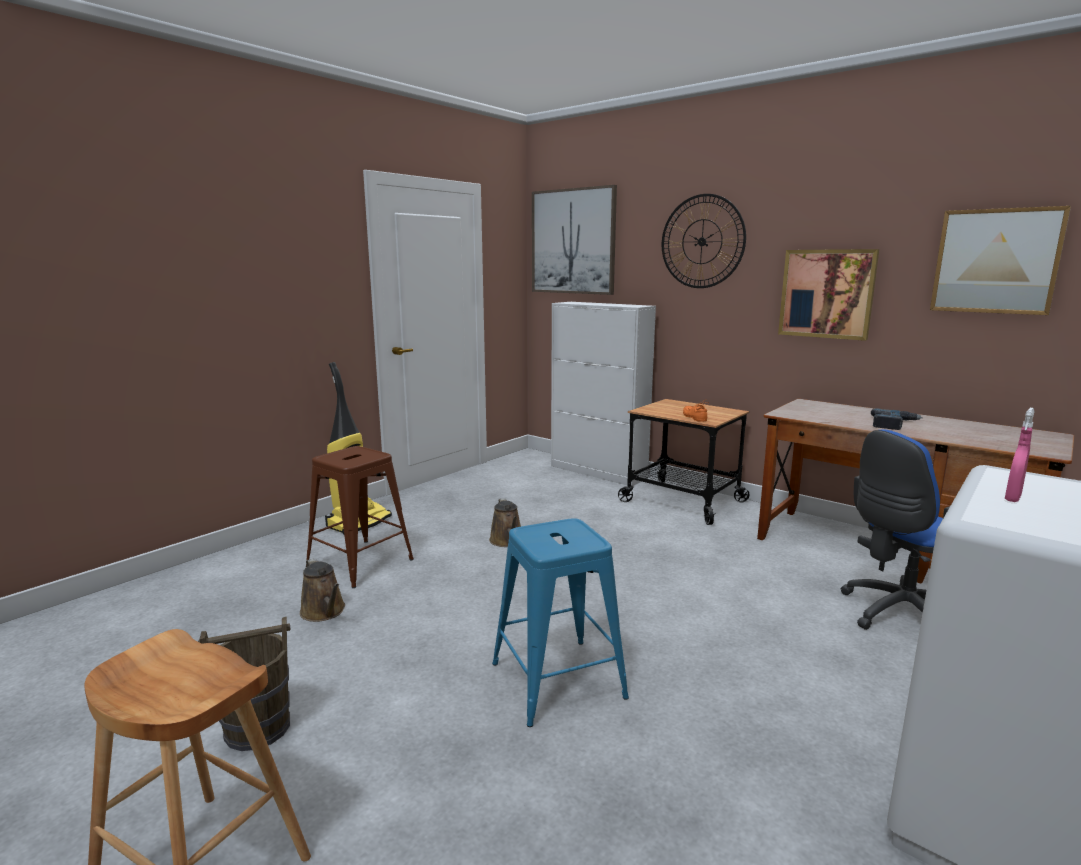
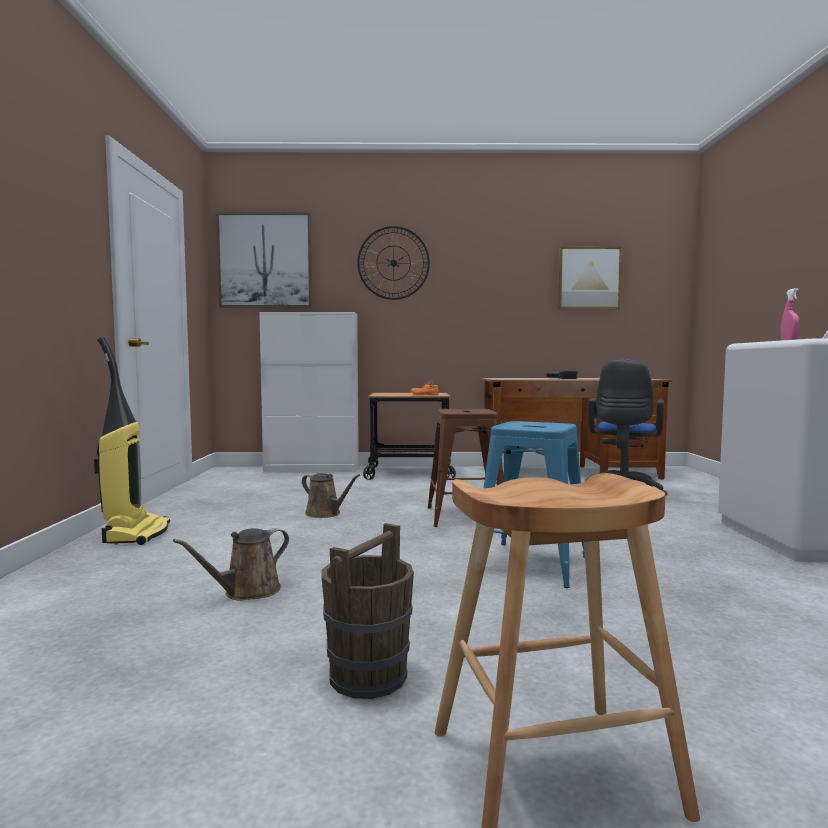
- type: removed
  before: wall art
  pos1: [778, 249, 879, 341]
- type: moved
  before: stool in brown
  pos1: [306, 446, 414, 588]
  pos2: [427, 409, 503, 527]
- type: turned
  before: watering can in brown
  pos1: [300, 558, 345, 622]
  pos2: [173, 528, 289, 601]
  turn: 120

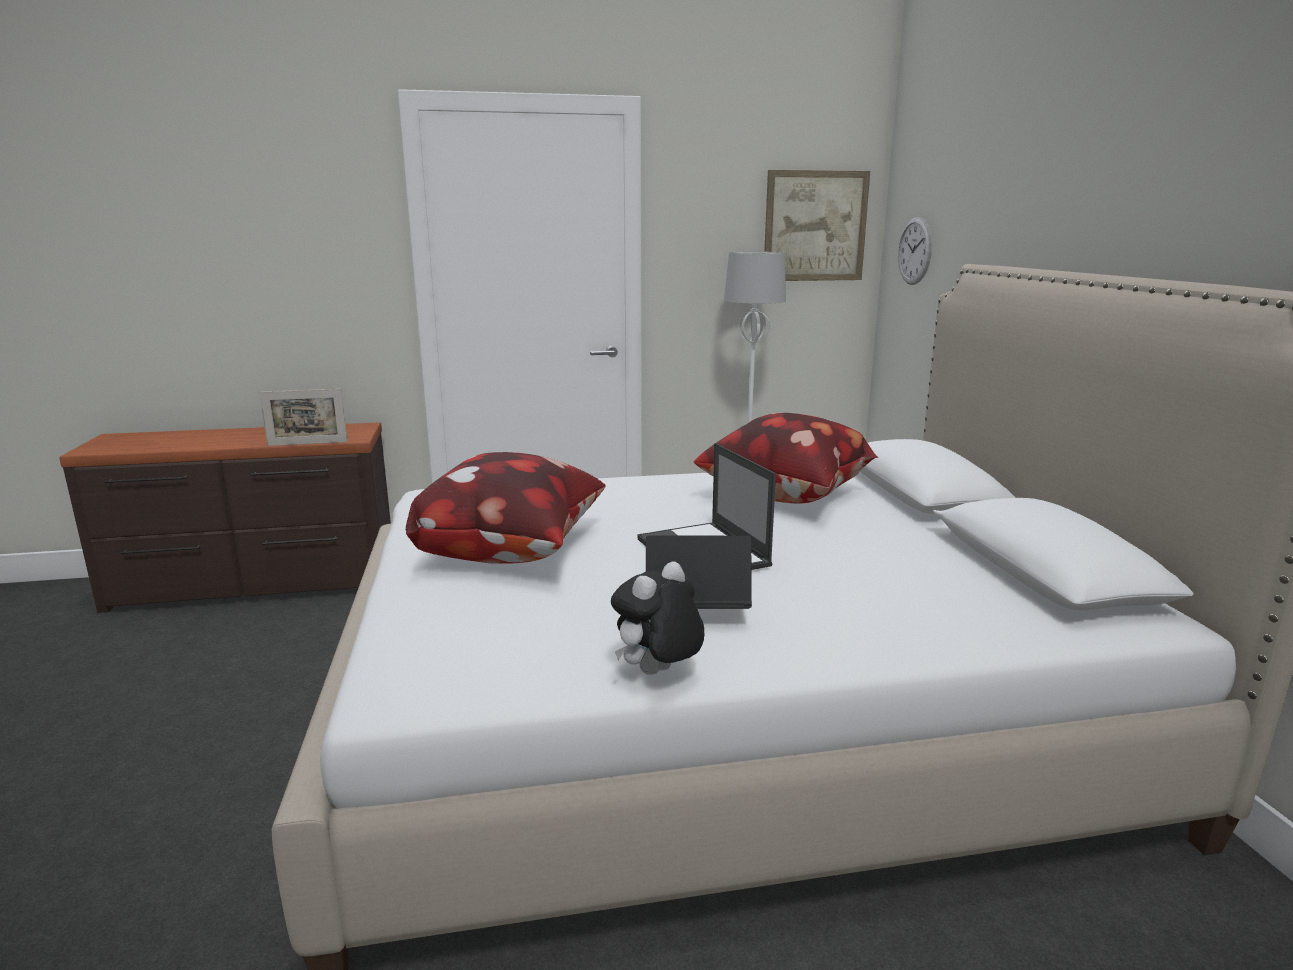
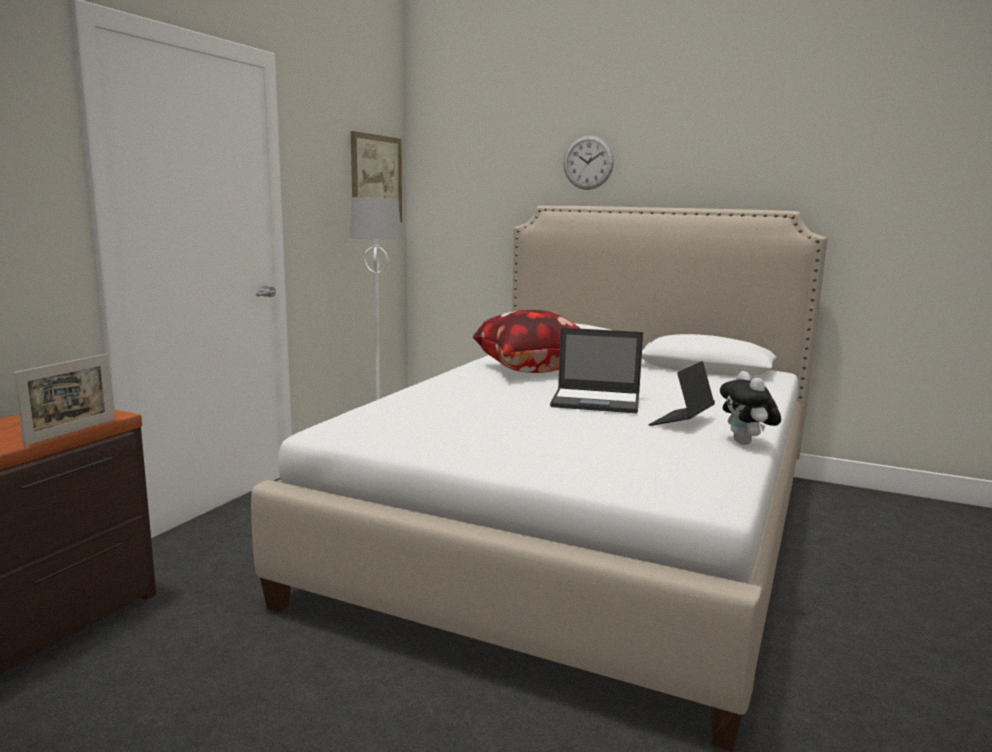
- type: moved
  before: hanging clock
  pos1: [898, 217, 932, 285]
  pos2: [564, 135, 614, 190]
- type: removed
  before: throw pillow
  pos1: [406, 452, 606, 564]

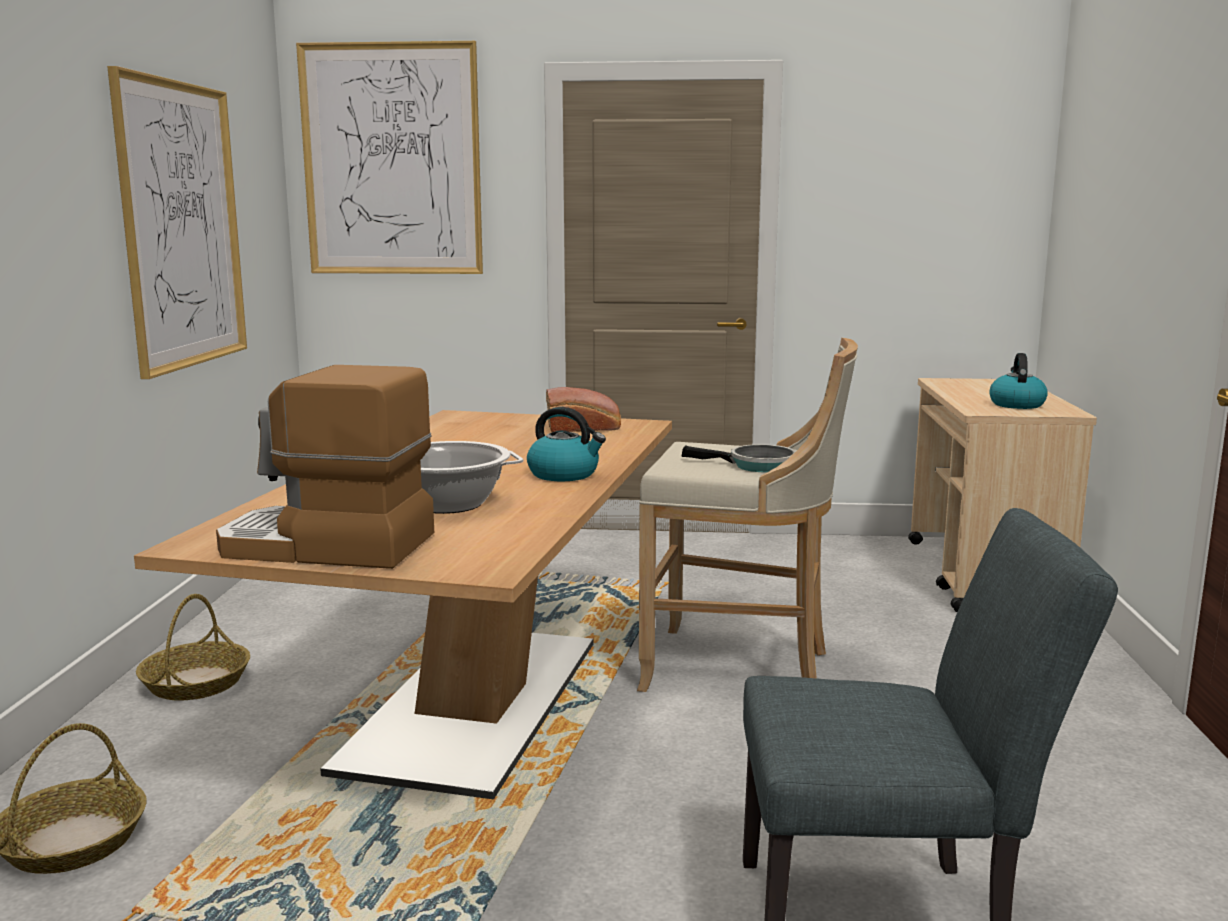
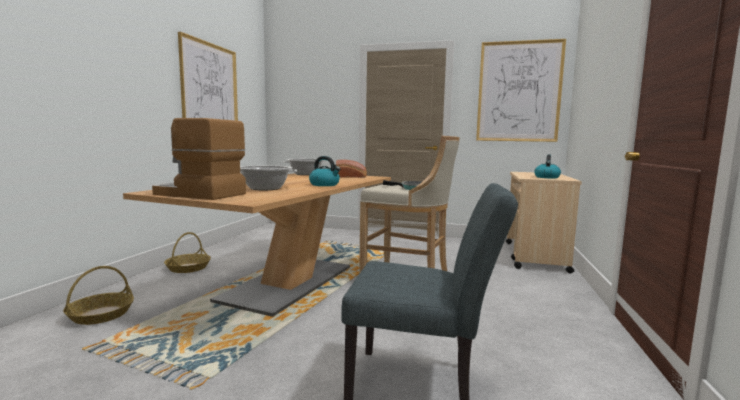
- type: moved
  before: wall art
  pos1: [296, 41, 483, 274]
  pos2: [476, 39, 566, 142]
- type: added
  after: stockpot
  pos2: [283, 159, 328, 175]

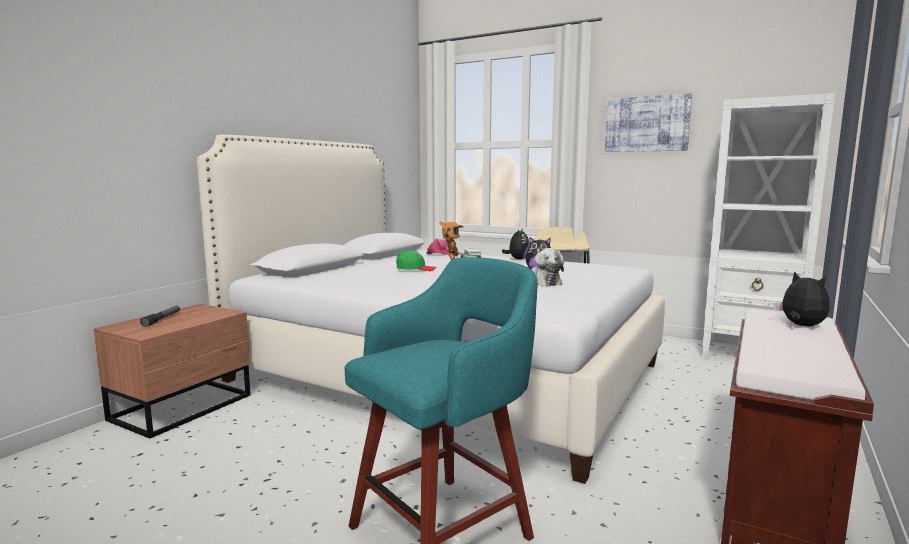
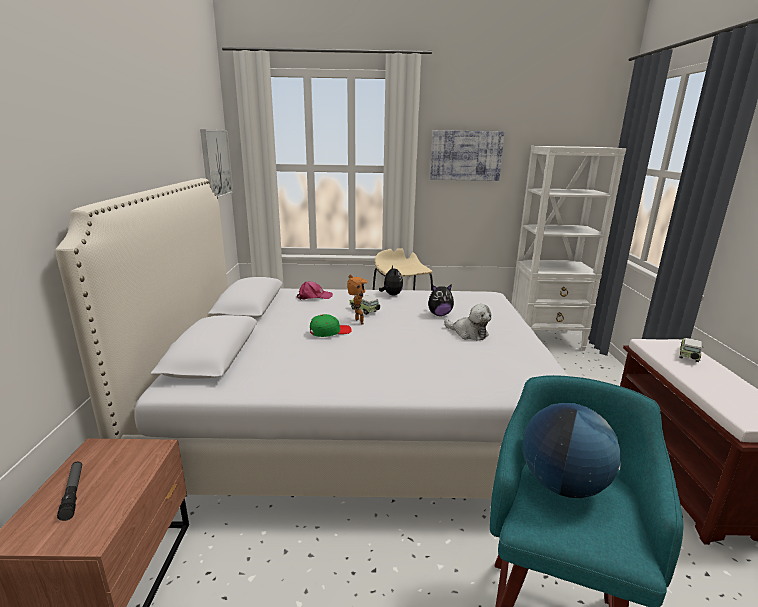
- type: replaced
  before: plush toy
  after: toy car
  pos1: [774, 271, 830, 326]
  pos2: [679, 338, 704, 362]
- type: added
  after: wall art
  pos2: [200, 129, 233, 198]
- type: added
  after: world globe
  pos2: [522, 403, 621, 498]

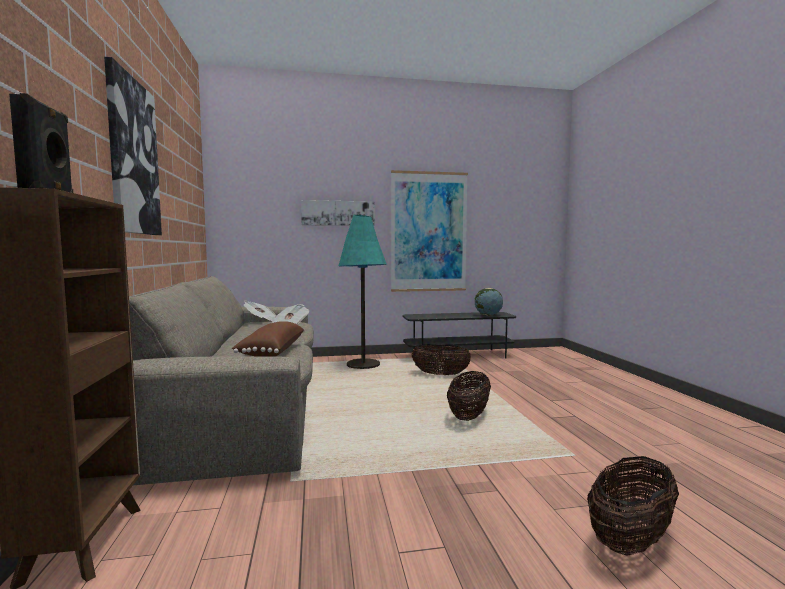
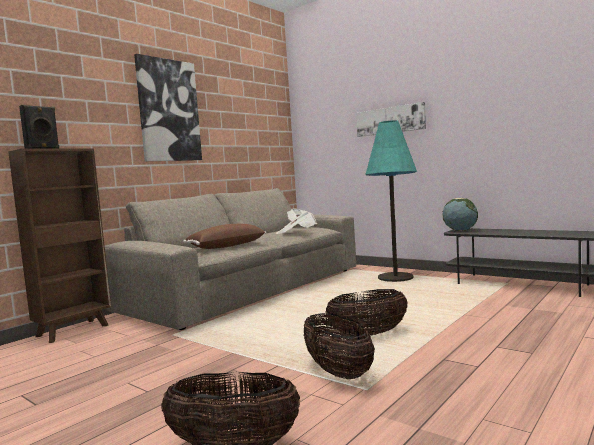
- type: removed
  before: wall art
  pos1: [391, 170, 468, 292]
- type: moved
  before: world globe
  pos1: [475, 288, 503, 316]
  pos2: [443, 198, 478, 231]
- type: moved
  before: household basket
  pos1: [412, 344, 471, 375]
  pos2: [304, 313, 375, 379]

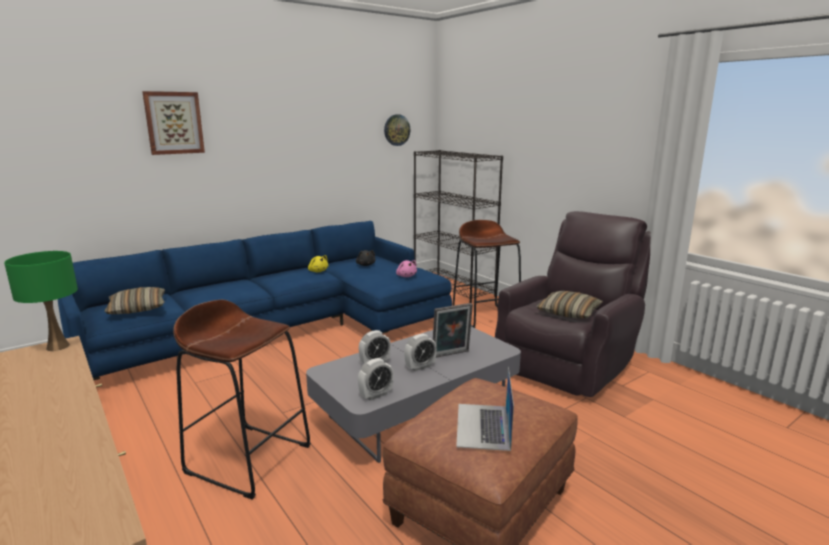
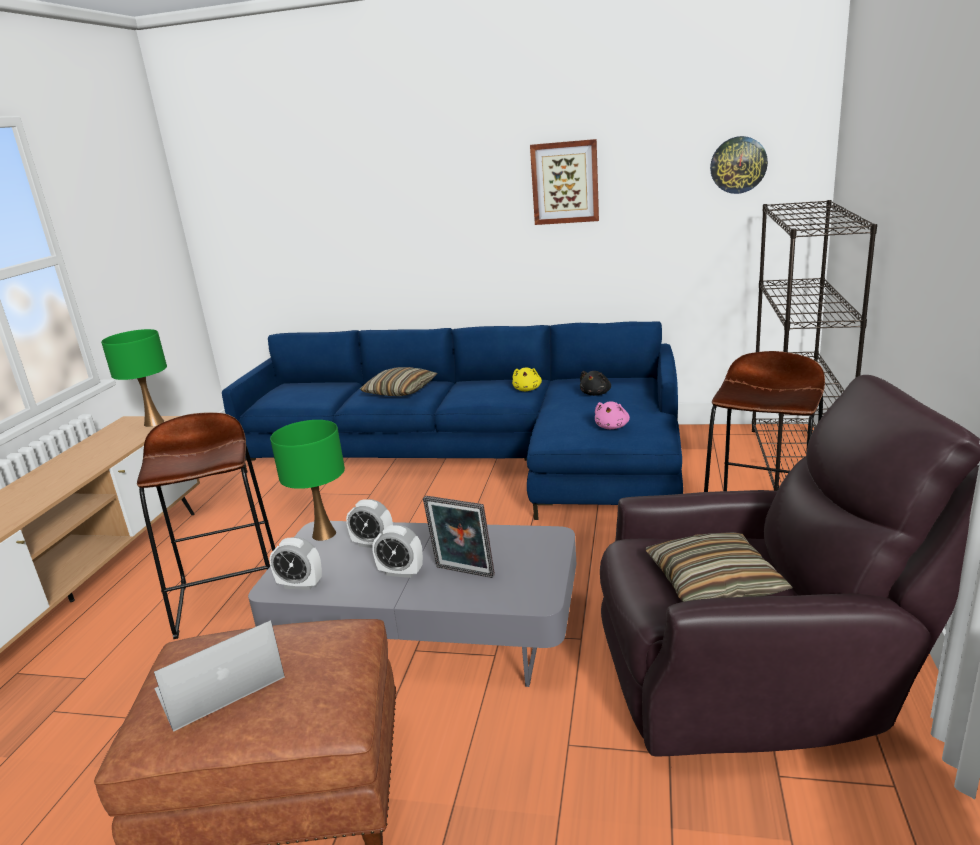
- type: moved
  before: wall art
  pos1: [142, 91, 205, 155]
  pos2: [530, 139, 599, 225]
- type: moved
  before: throw pillow
  pos1: [104, 287, 165, 314]
  pos2: [360, 367, 438, 396]
- type: added
  after: lamp for a table in green
  pos2: [270, 420, 345, 541]

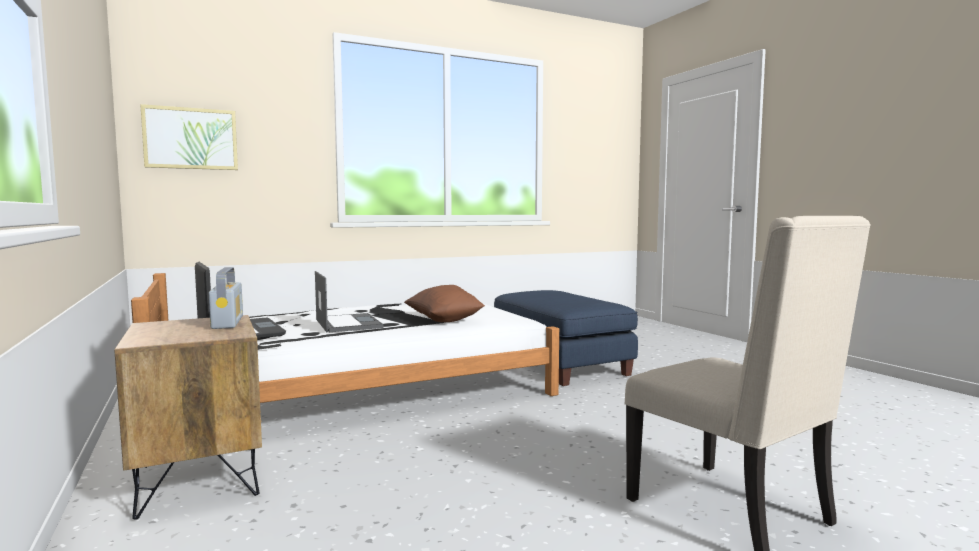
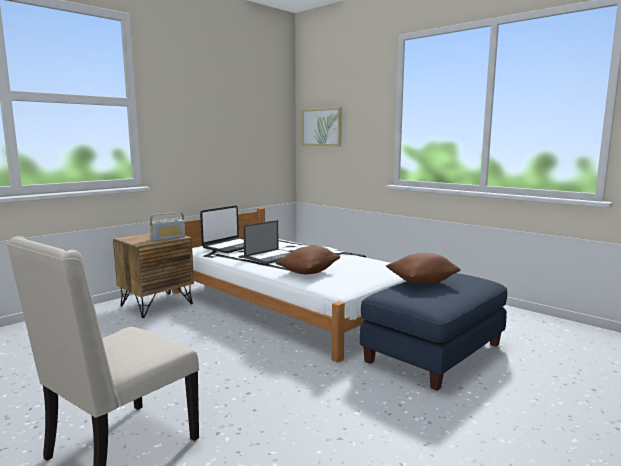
- type: added
  after: throw pillow in brown
  pos2: [386, 253, 461, 284]

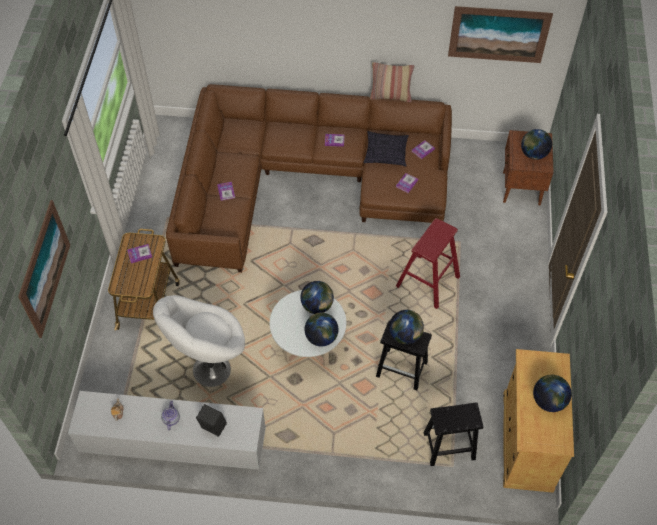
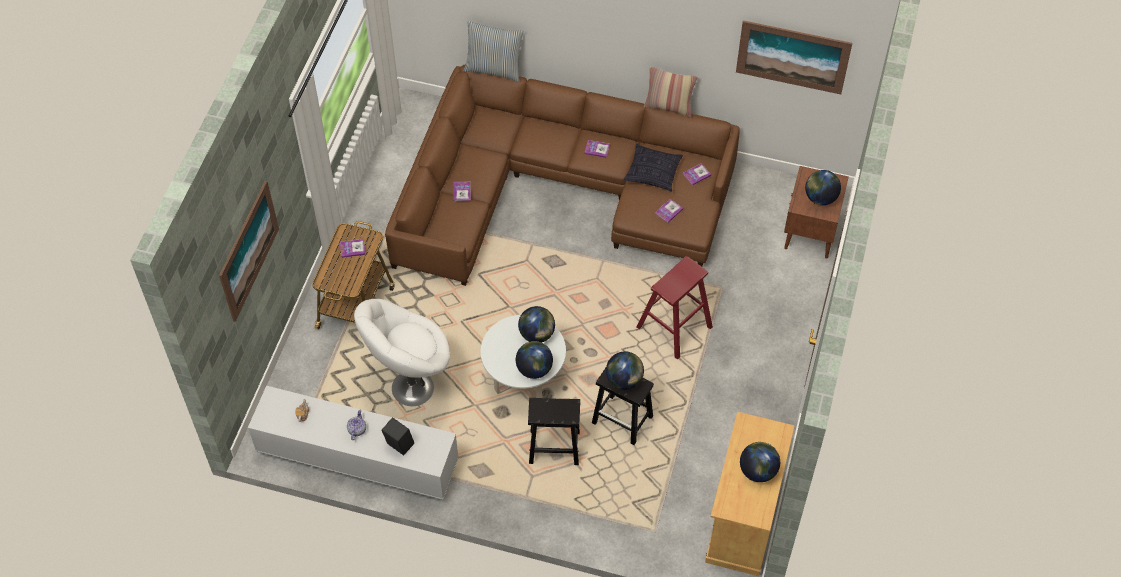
- type: moved
  before: stool in black-coloured
  pos1: [423, 402, 483, 466]
  pos2: [528, 398, 580, 465]
- type: added
  after: throw pillow
  pos2: [464, 21, 524, 82]

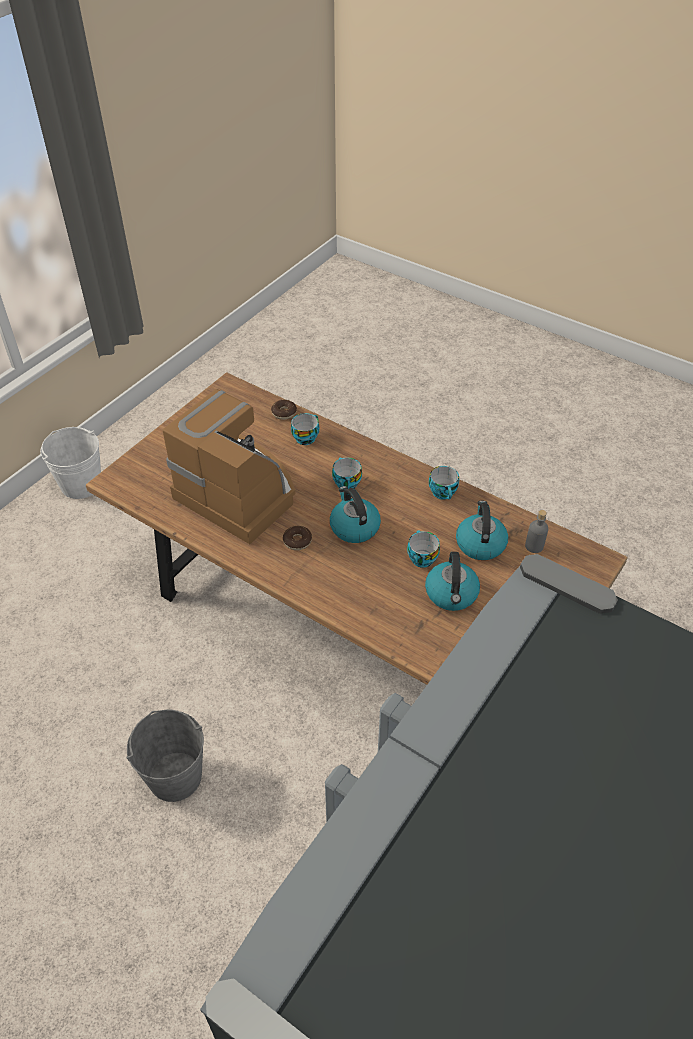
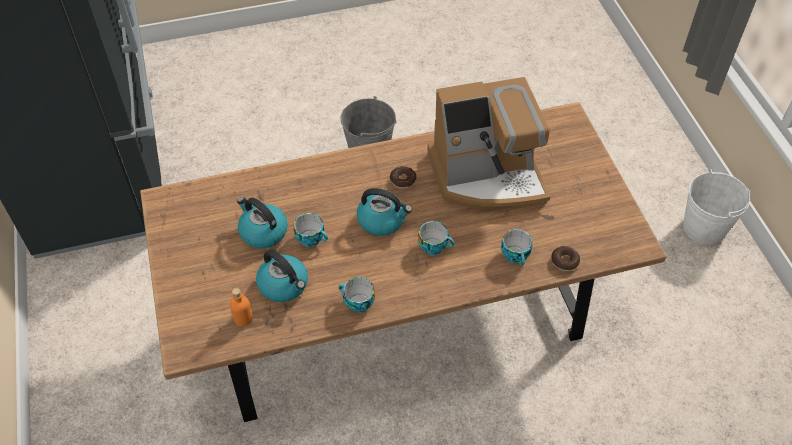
- type: recoloured
  before: beverage bottle in greyish
  after: beverage bottle in orange-coloured
  pos1: [525, 510, 548, 553]
  pos2: [230, 288, 253, 326]

